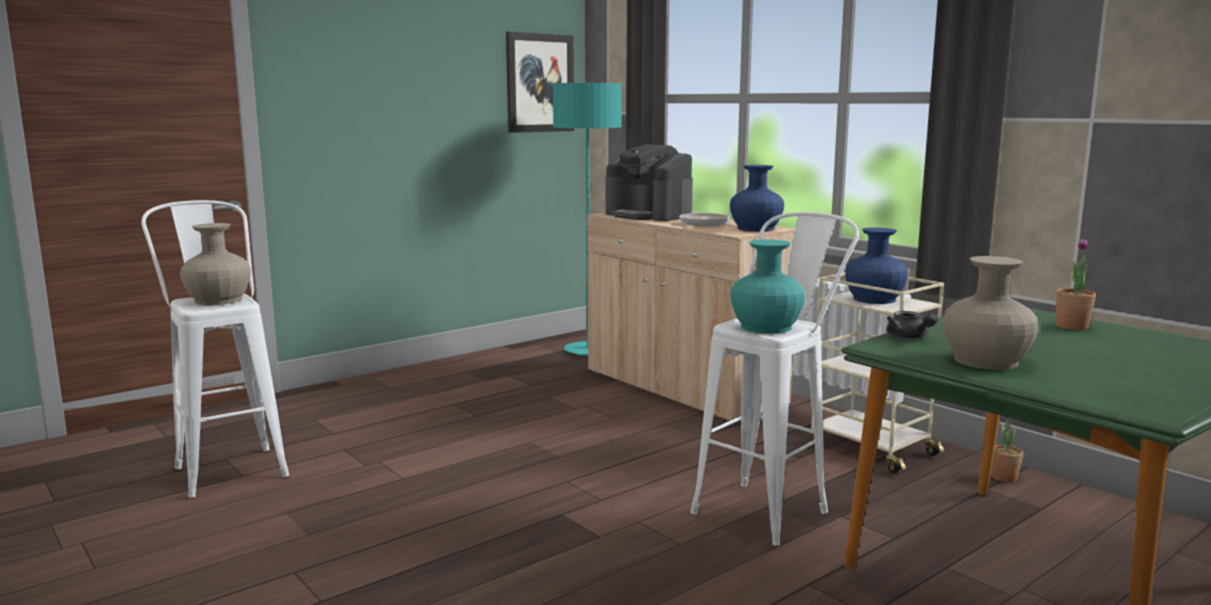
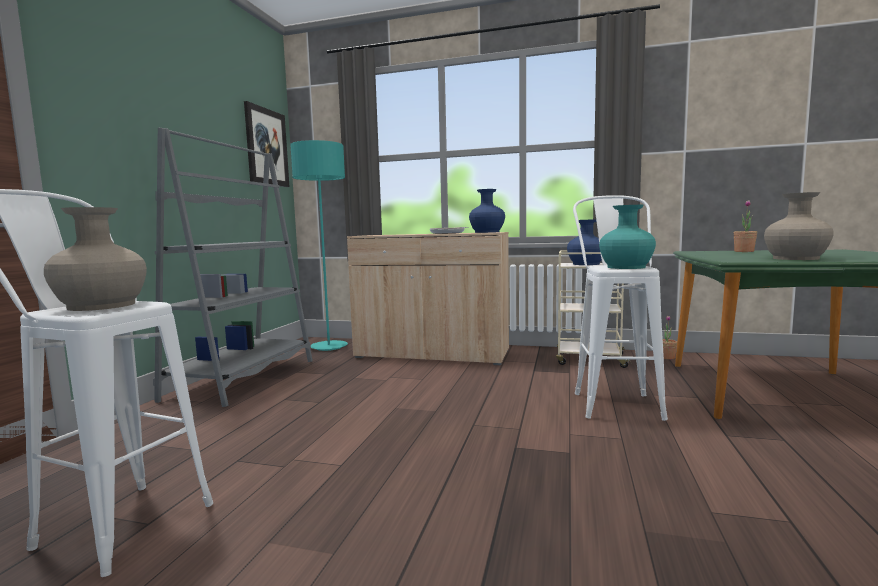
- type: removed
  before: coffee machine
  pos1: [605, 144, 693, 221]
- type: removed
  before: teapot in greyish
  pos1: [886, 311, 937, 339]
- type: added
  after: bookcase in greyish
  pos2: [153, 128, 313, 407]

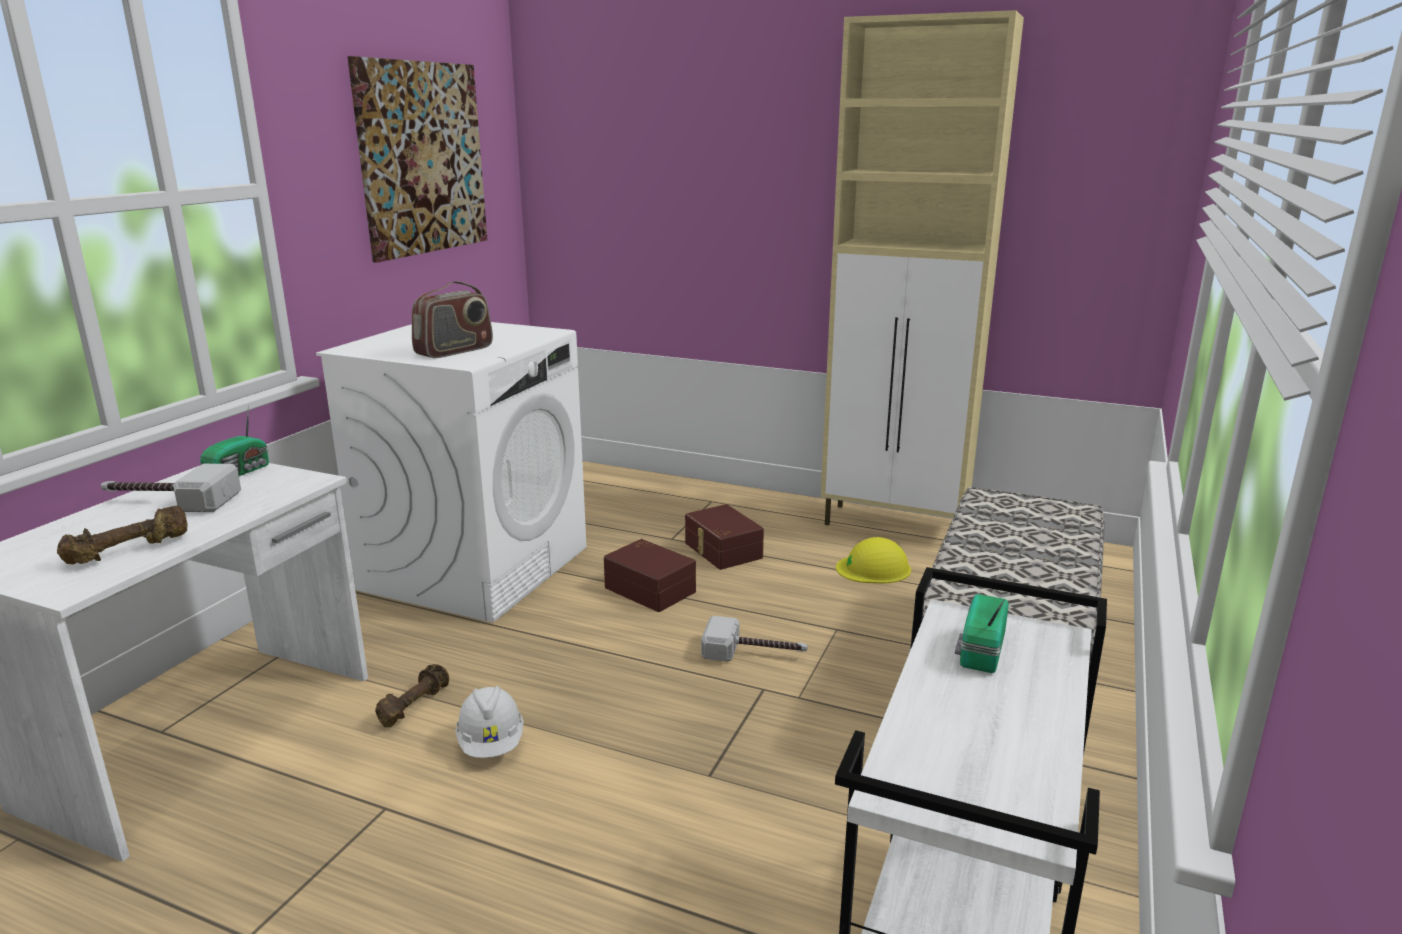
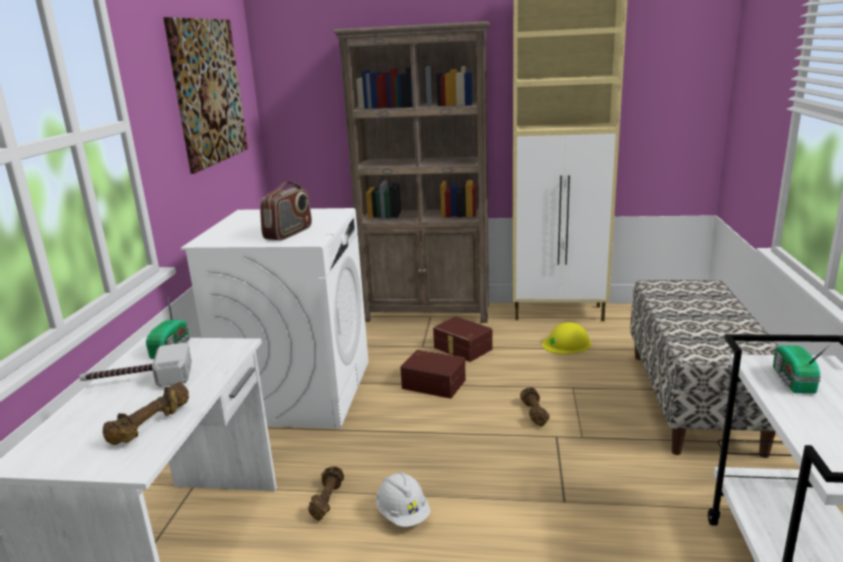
- type: replaced
  before: tool hammer
  after: dumbbell in brown
  pos1: [701, 616, 808, 662]
  pos2: [520, 387, 550, 427]
- type: added
  after: bookcase in brown
  pos2: [333, 21, 490, 323]

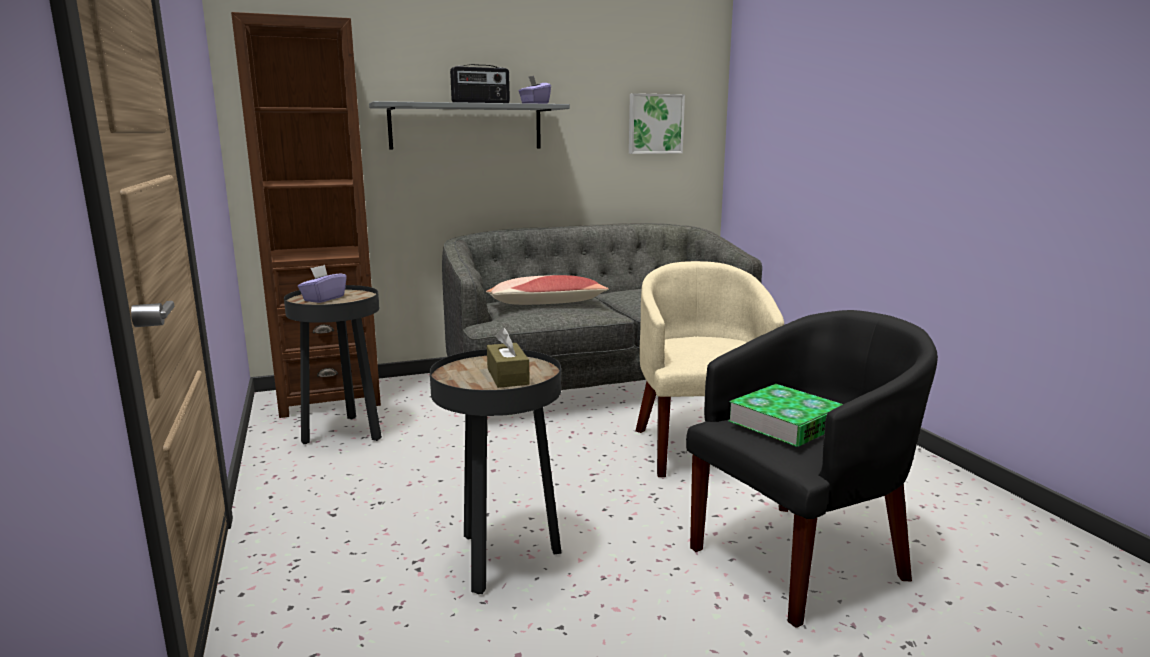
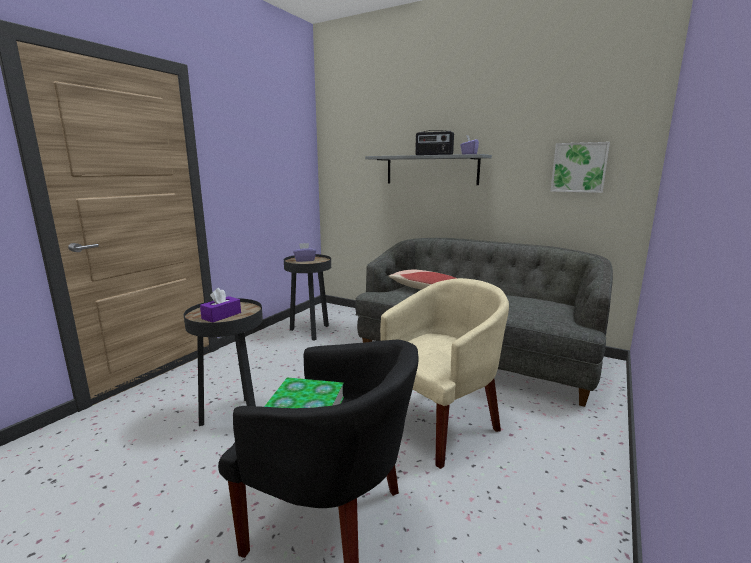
- type: removed
  before: bookcase in brown
  pos1: [231, 12, 381, 418]
- type: recoloured
  before: box of tissues in brown
  after: box of tissues in purple-coloured
  pos1: [487, 328, 530, 388]
  pos2: [200, 288, 241, 323]

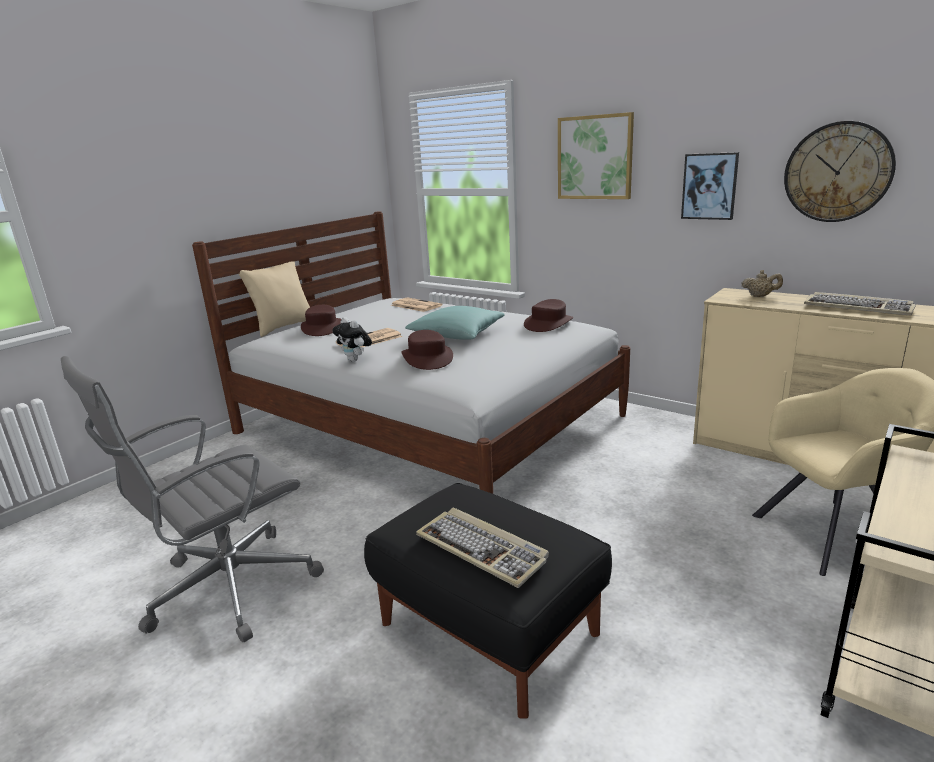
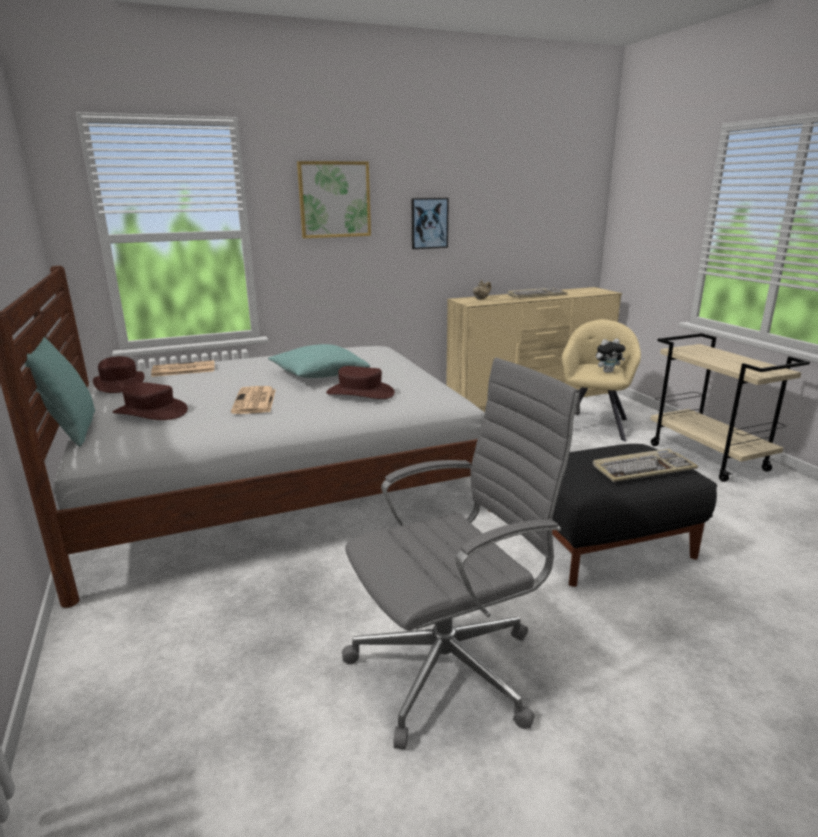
- type: removed
  before: hanging clock
  pos1: [784, 121, 896, 222]
- type: recoloured
  before: throw pillow in beige
  after: throw pillow in turquoise-coloured
  pos1: [239, 261, 310, 337]
  pos2: [25, 337, 95, 447]
- type: moved
  before: clothing hat in brown
  pos1: [524, 299, 573, 332]
  pos2: [93, 356, 144, 393]
- type: moved
  before: plush toy
  pos1: [332, 317, 372, 362]
  pos2: [596, 339, 626, 373]
- type: turned
  before: computer chair in greyish
  pos1: [61, 356, 324, 642]
  pos2: [342, 358, 580, 749]
  turn: -105

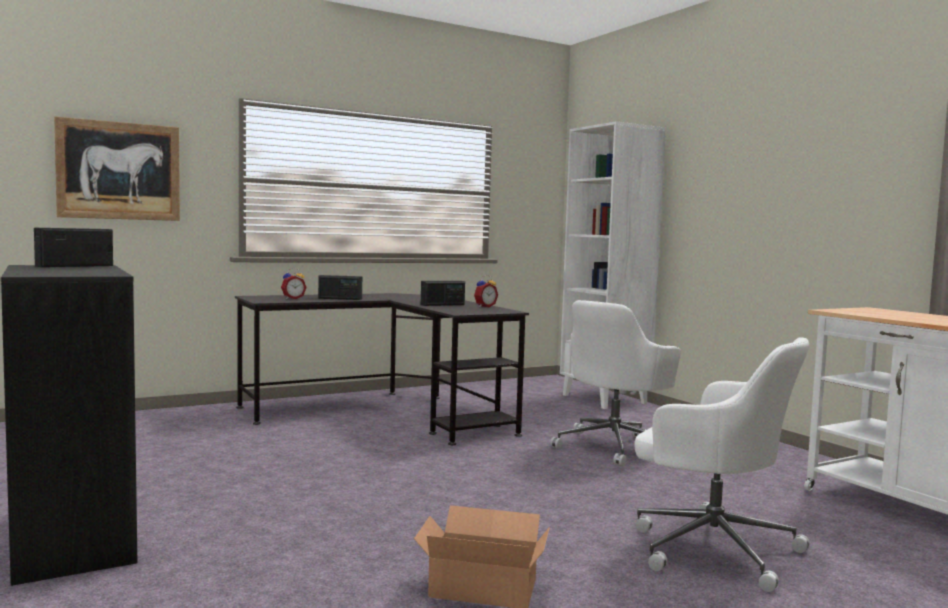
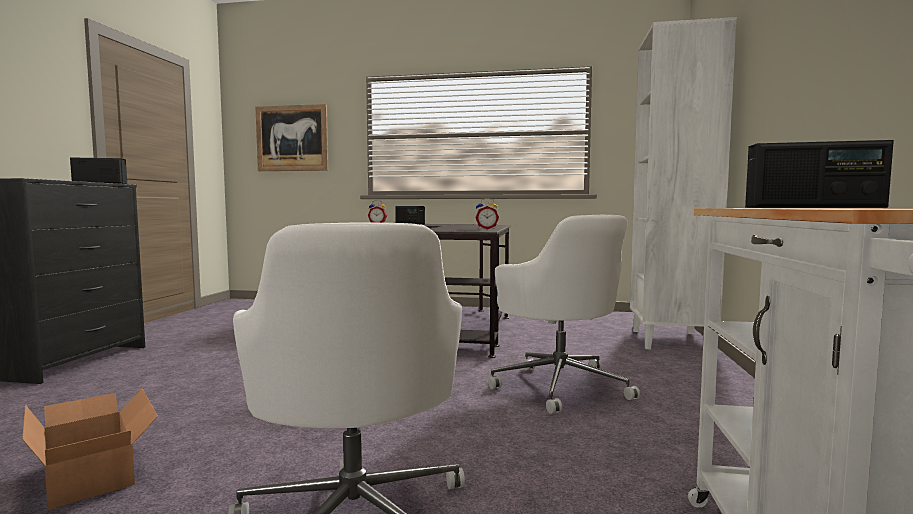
- type: moved
  before: radio receiver
  pos1: [421, 281, 465, 306]
  pos2: [745, 140, 894, 208]
- type: turned
  before: computer chair in white
  pos1: [550, 300, 681, 466]
  pos2: [488, 215, 640, 414]
  turn: -105

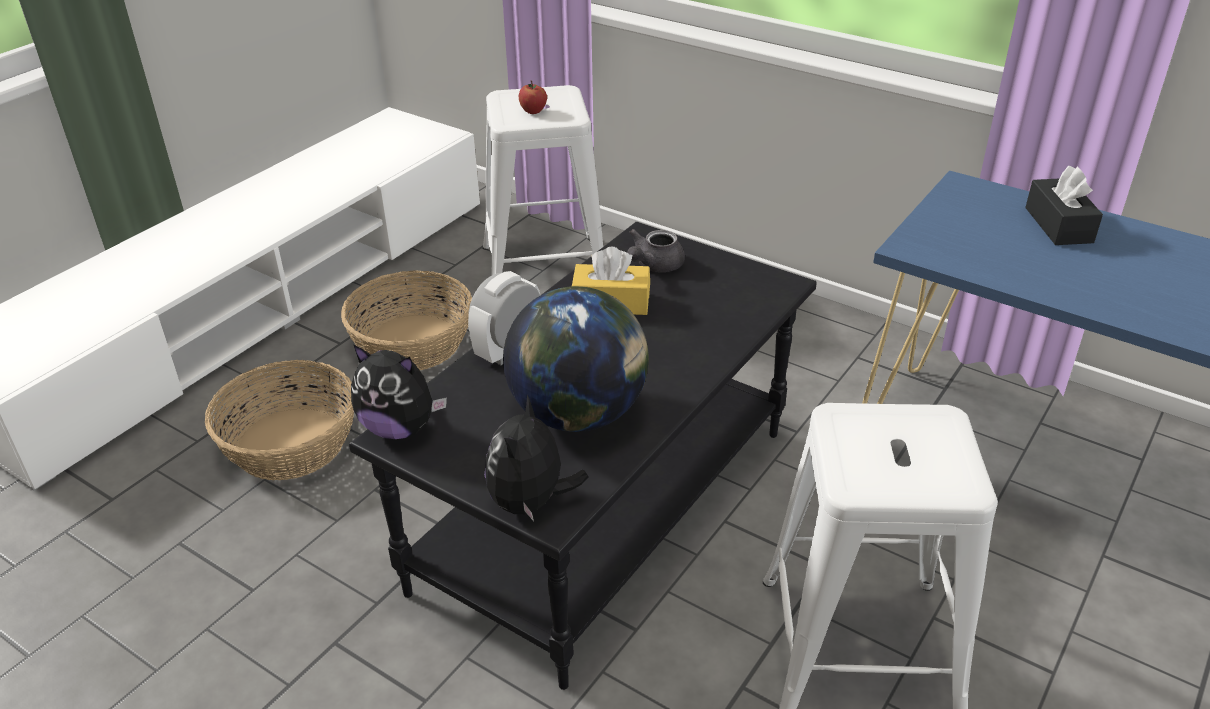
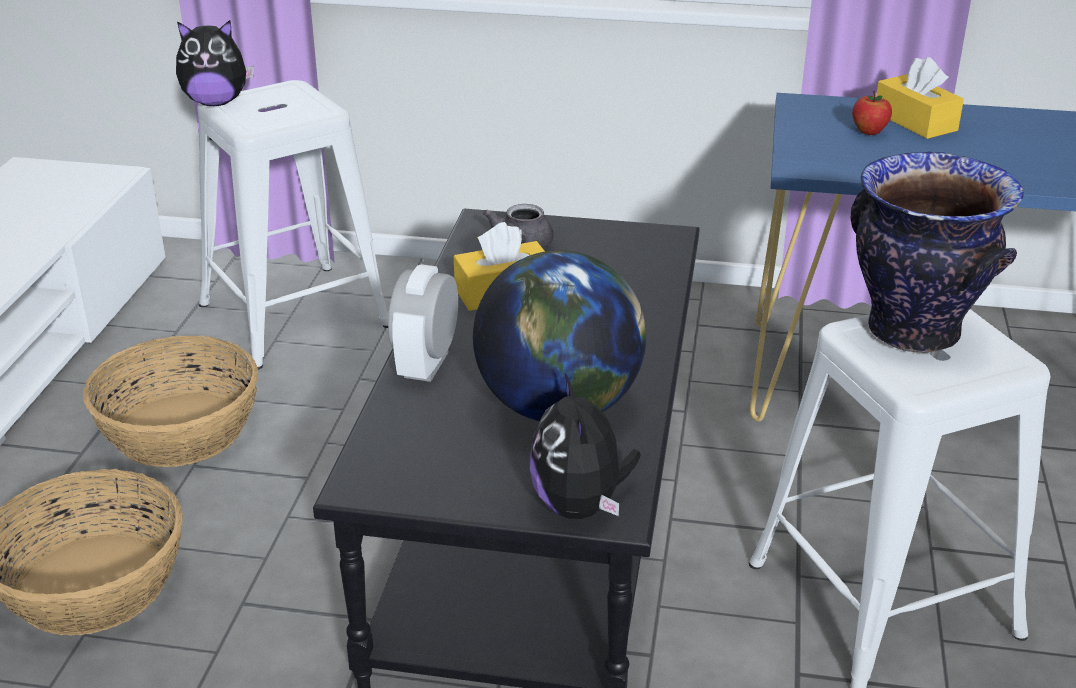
- type: moved
  before: apple
  pos1: [519, 81, 547, 114]
  pos2: [852, 91, 892, 135]
- type: recoloured
  before: box of tissues in black-coloured
  after: box of tissues in yellowish
  pos1: [1025, 166, 1103, 245]
  pos2: [876, 57, 964, 139]
- type: moved
  before: plush toy
  pos1: [351, 345, 447, 439]
  pos2: [176, 20, 254, 106]
- type: added
  after: vase
  pos2: [851, 152, 1024, 353]

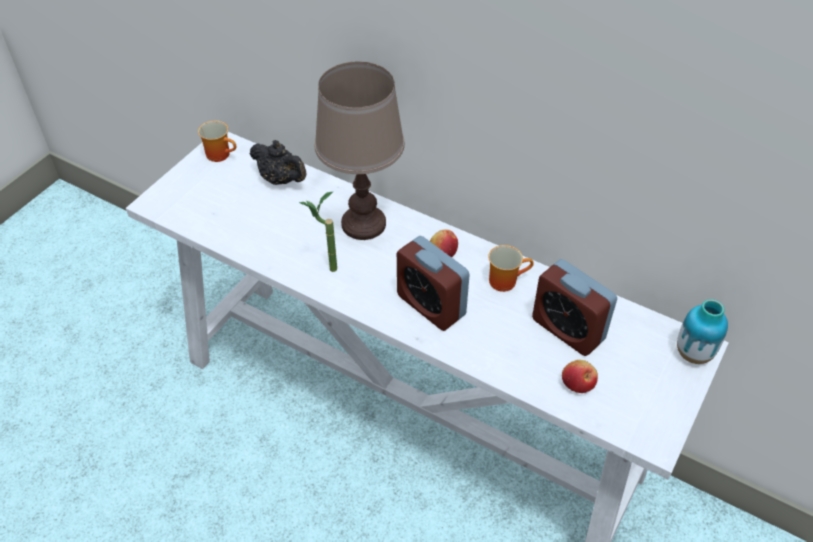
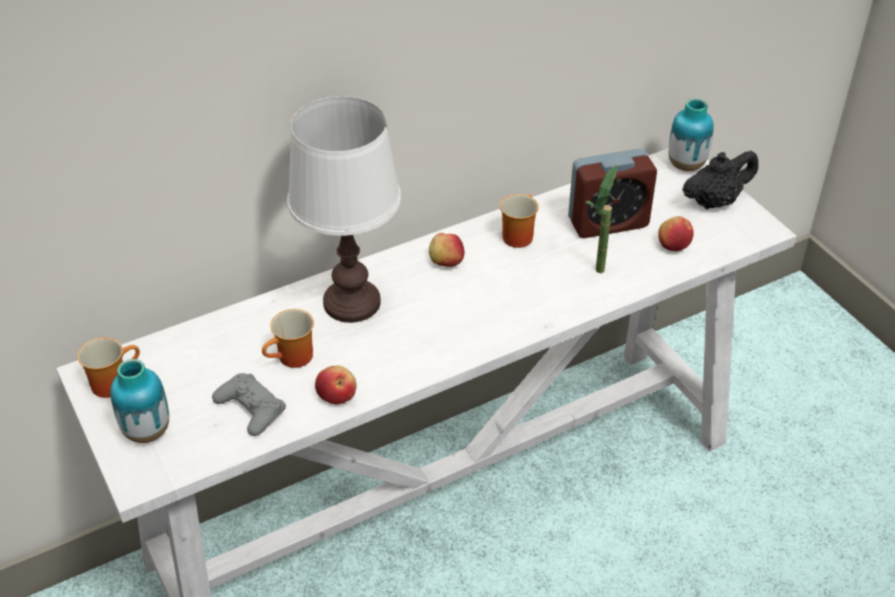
- type: recoloured
  before: lamp for a table in brown
  after: lamp for a table in white
  pos1: [315, 62, 405, 240]
  pos2: [287, 96, 401, 323]
- type: moved
  before: teapot in black-coloured
  pos1: [250, 140, 306, 185]
  pos2: [682, 151, 758, 209]
- type: moved
  before: potted plant
  pos1: [299, 192, 337, 272]
  pos2: [586, 165, 617, 273]
- type: removed
  before: alarm clock
  pos1: [397, 236, 470, 331]
- type: added
  after: mug
  pos2: [262, 309, 314, 368]
- type: added
  after: vase
  pos2: [110, 359, 169, 443]
- type: added
  after: apple
  pos2: [315, 365, 357, 405]
- type: added
  after: gamepad in greyish
  pos2: [212, 373, 286, 436]

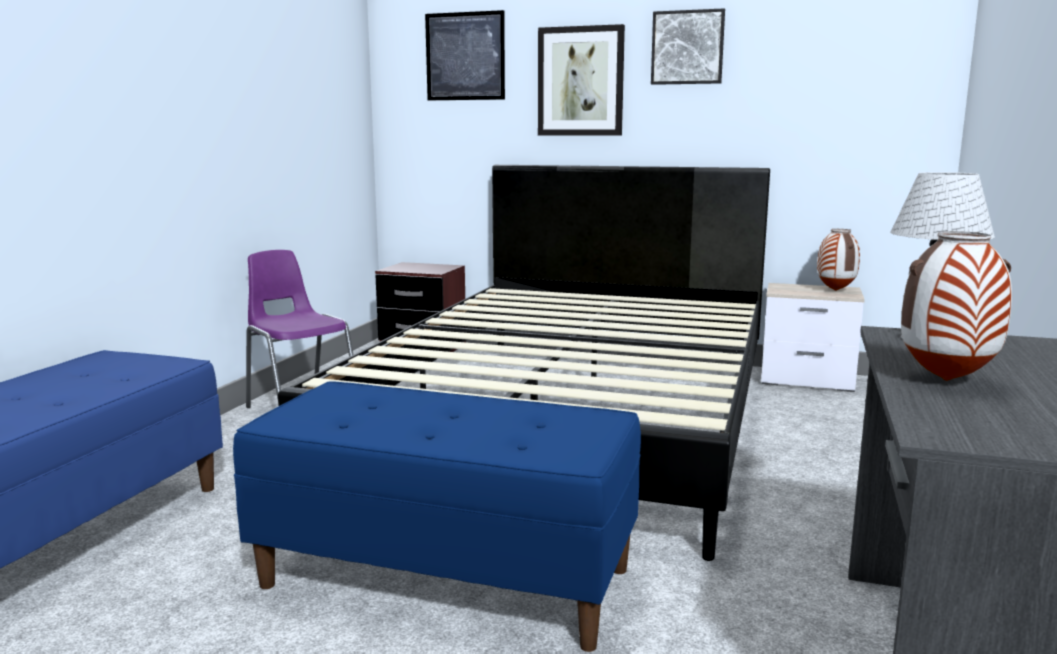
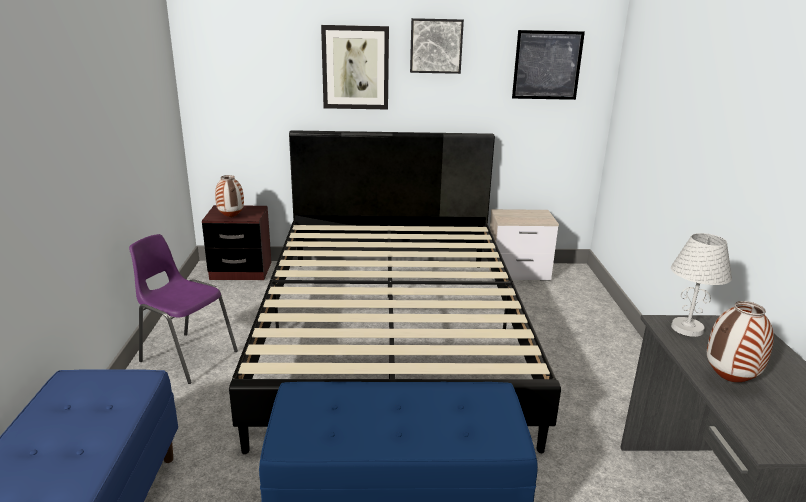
- type: moved
  before: wall art
  pos1: [425, 10, 505, 100]
  pos2: [512, 30, 585, 100]
- type: moved
  before: vase
  pos1: [817, 229, 860, 291]
  pos2: [215, 175, 244, 218]

